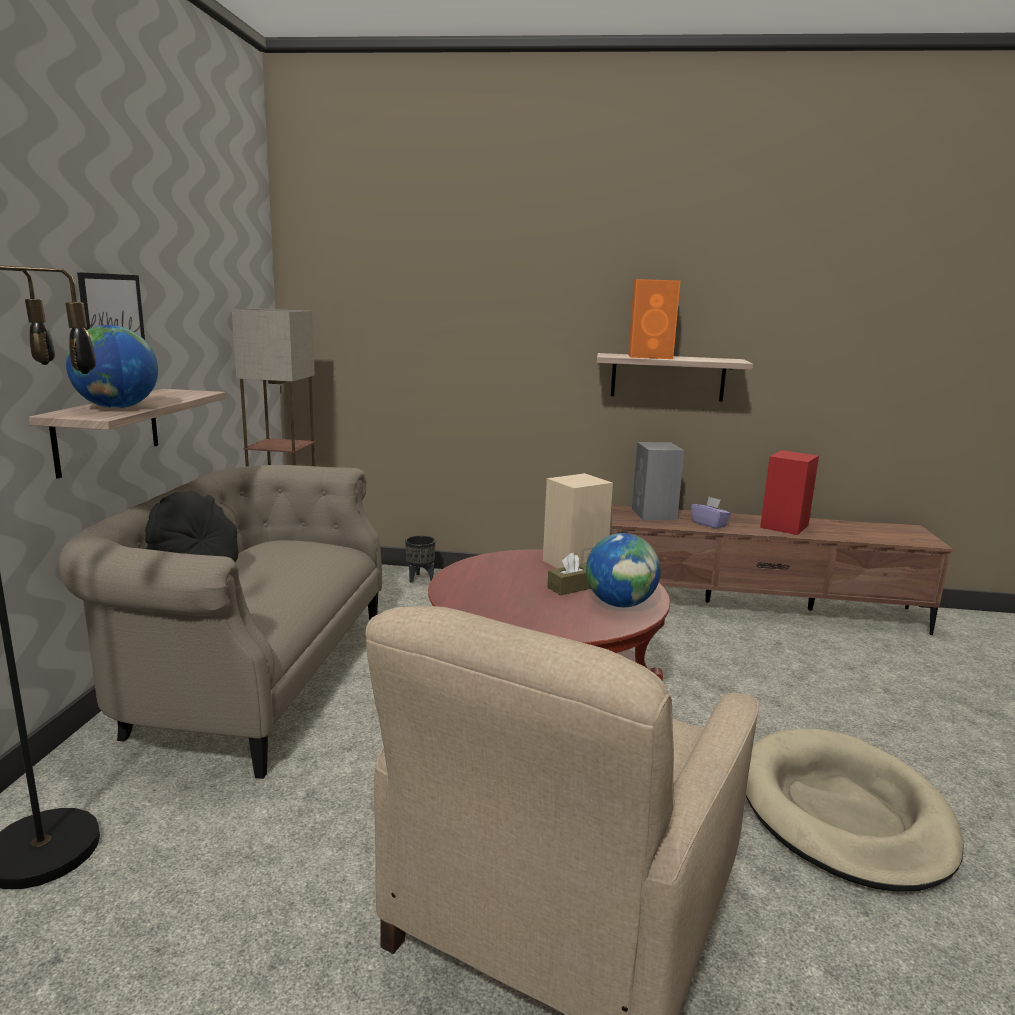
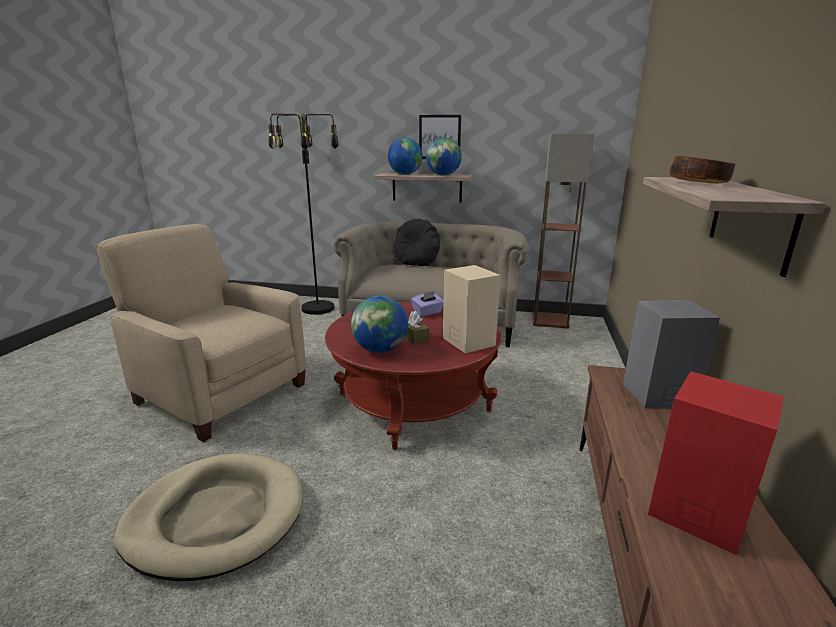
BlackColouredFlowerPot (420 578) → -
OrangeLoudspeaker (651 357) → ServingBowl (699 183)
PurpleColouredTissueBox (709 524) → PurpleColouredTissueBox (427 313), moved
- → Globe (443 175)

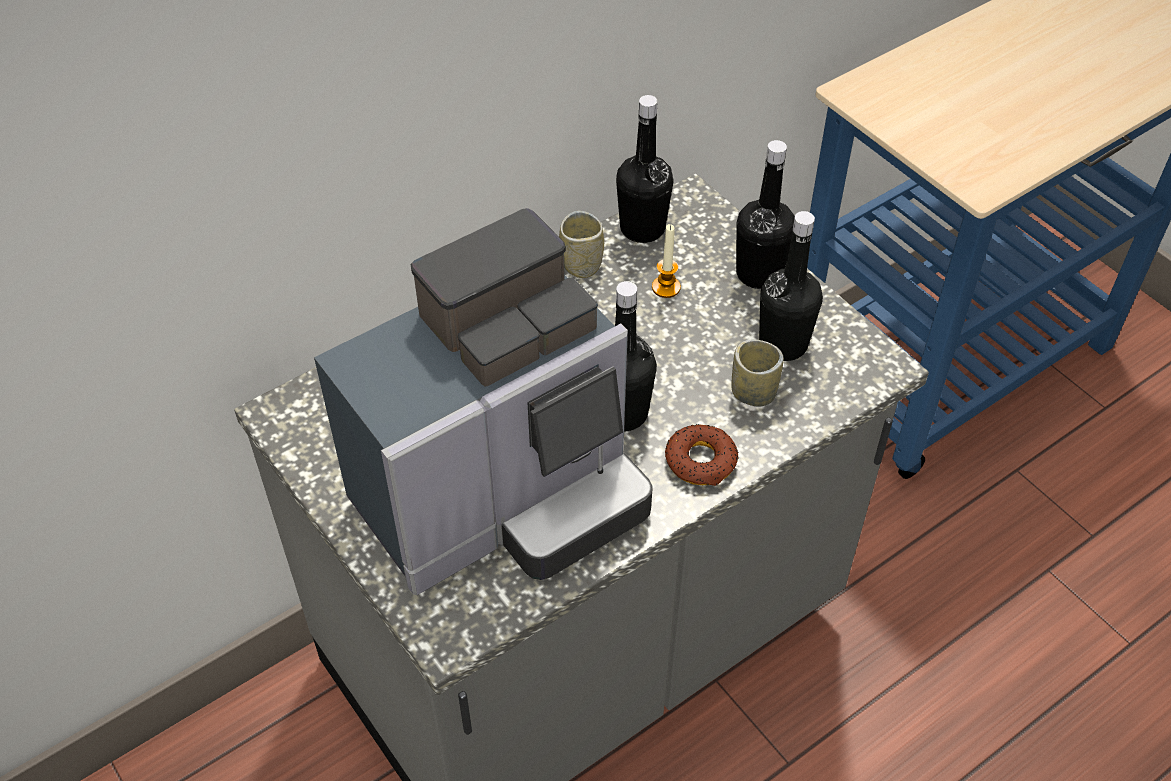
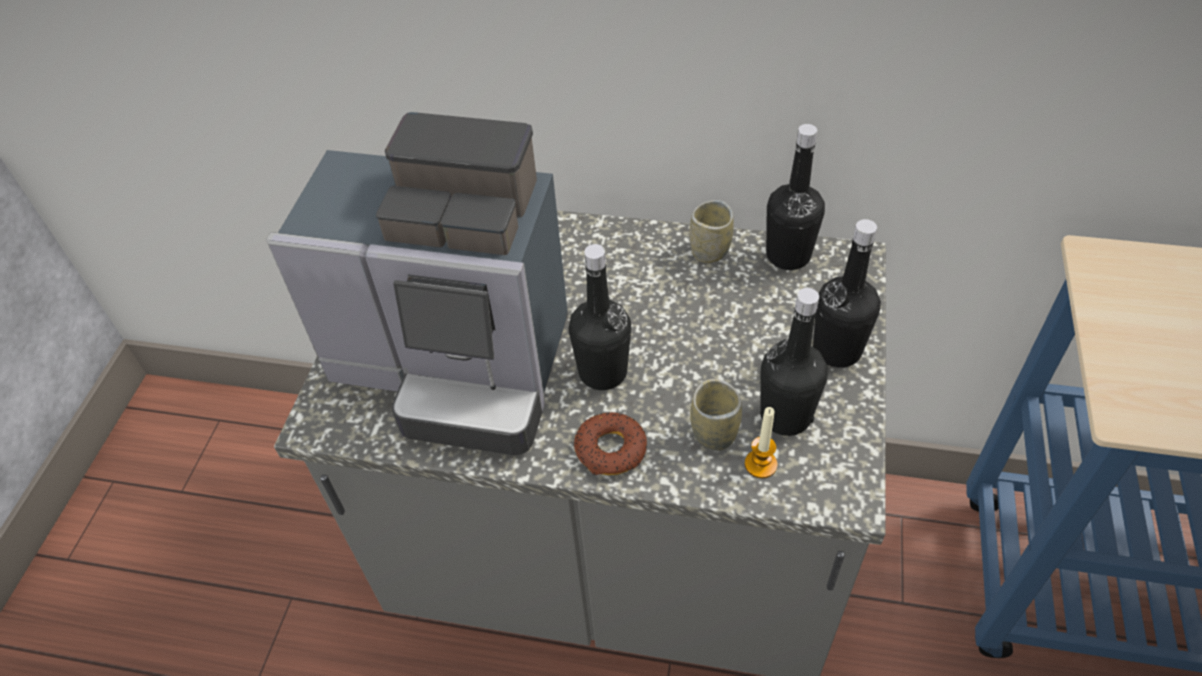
WaxLight (666 287) → WaxLight (760 464), moved

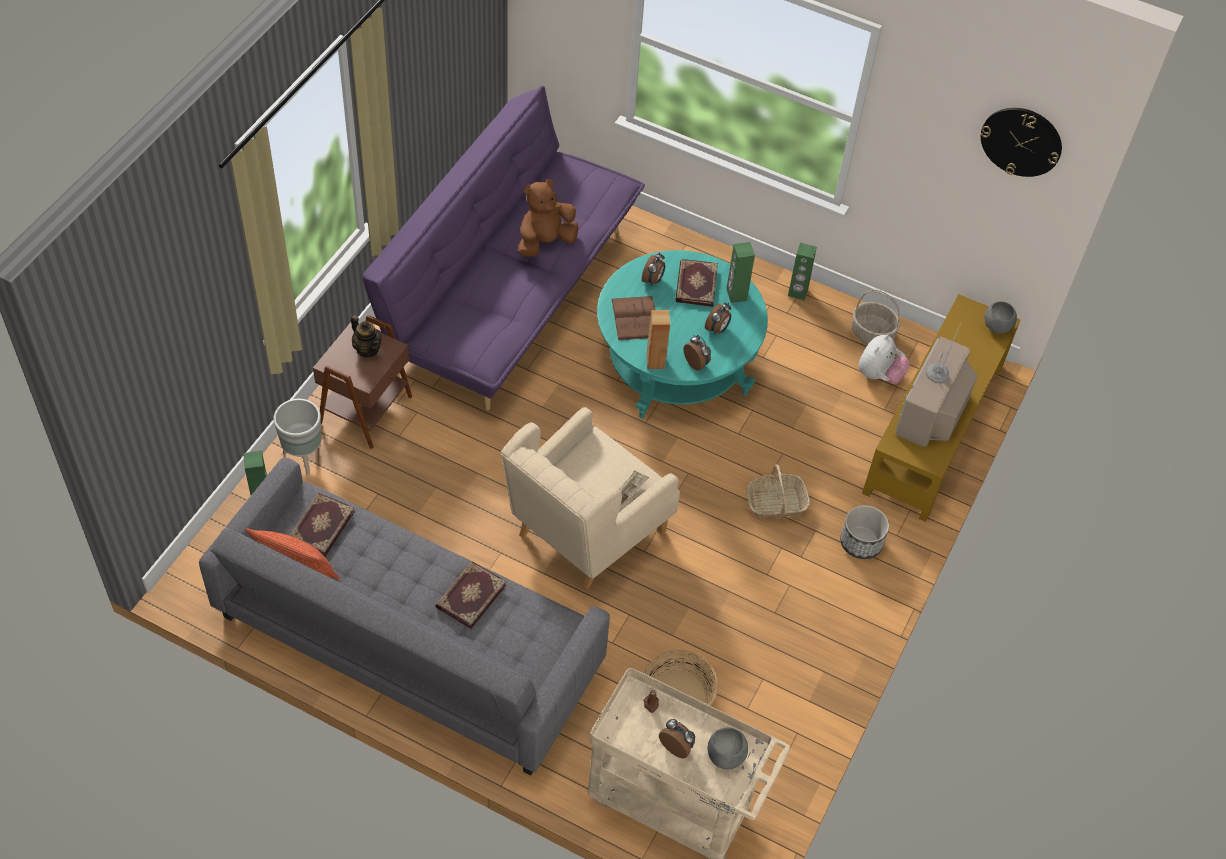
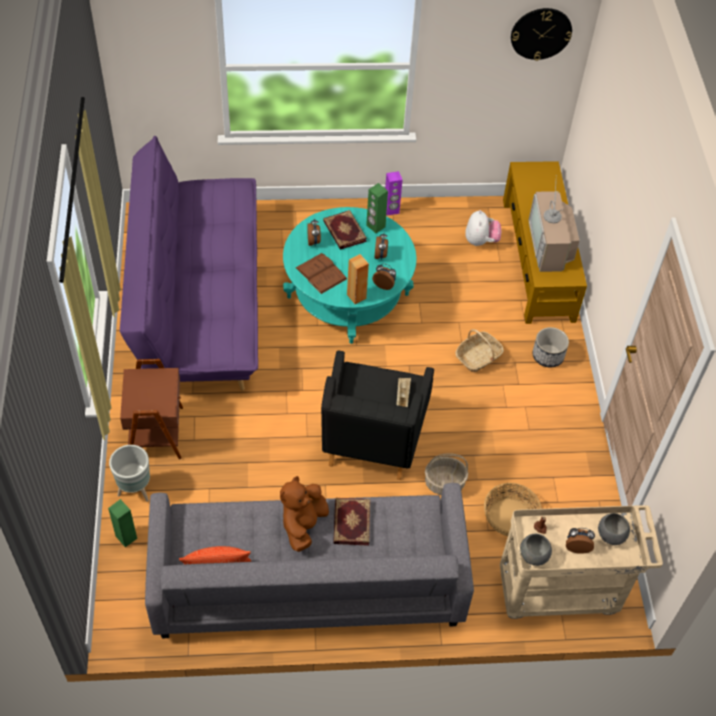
Volume (320 525) → -
TeaPot (367 349) → -
SandColouredLoungeChair (585 534) → BlackColouredLoungeChair (372 441)
BrownishSoftToy (545 242) → BrownishSoftToy (303 525), moved
GreenishLoudspeaker (797 292) → PurpleColouredLoudspeaker (391 210)
Basket (873 333) → Basket (444 483), moved
GreyServingBowl (996 326) → GreyServingBowl (533 556), moved

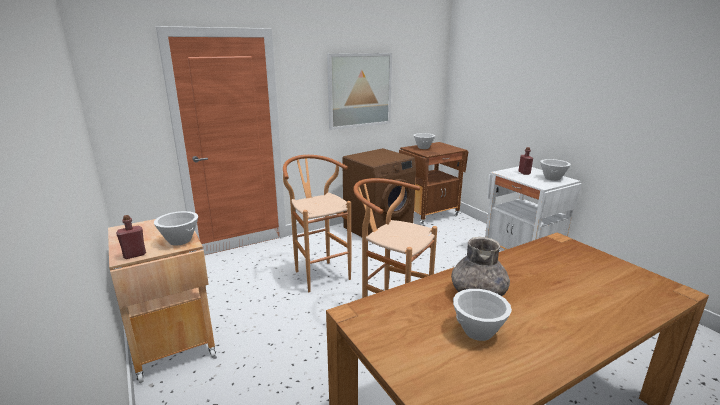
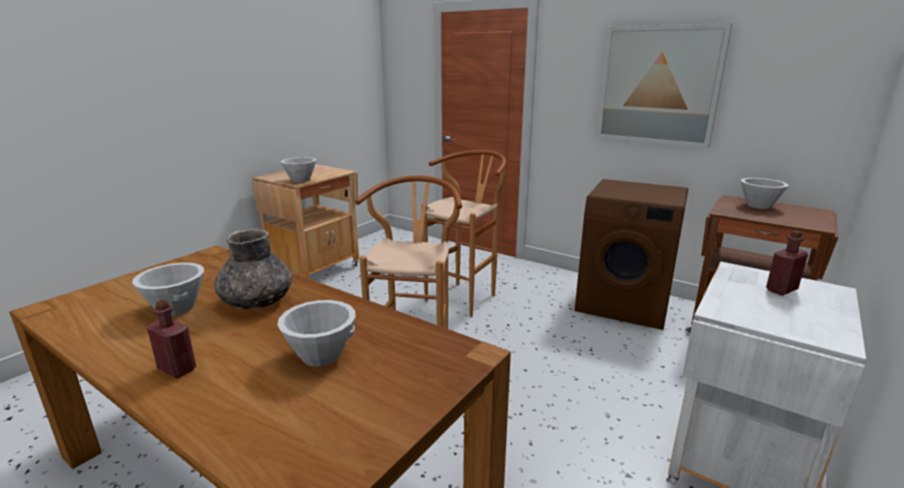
ReddishBottle (134 255) → ReddishBottle (177 369), moved
WhiteServingBowl (552 178) → WhiteServingBowl (321 355), moved

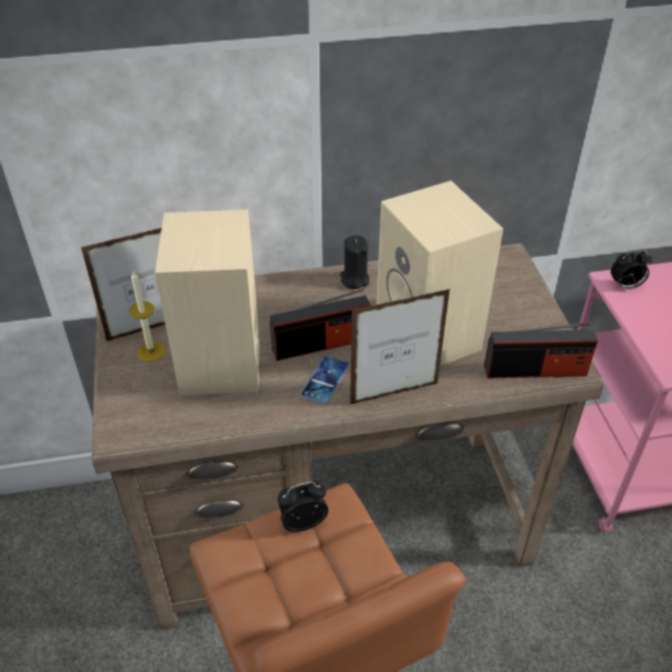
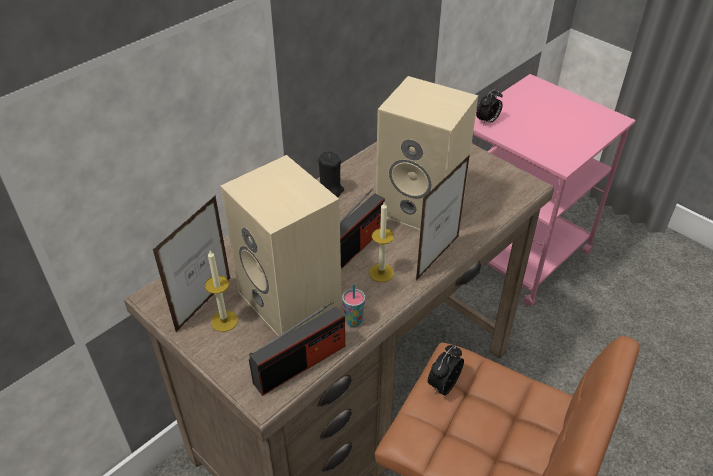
Phone (325 380) → WaxLight (381 272)
Radio (535 370) → Radio (300 364), moved
- → SmallCup (353 321)

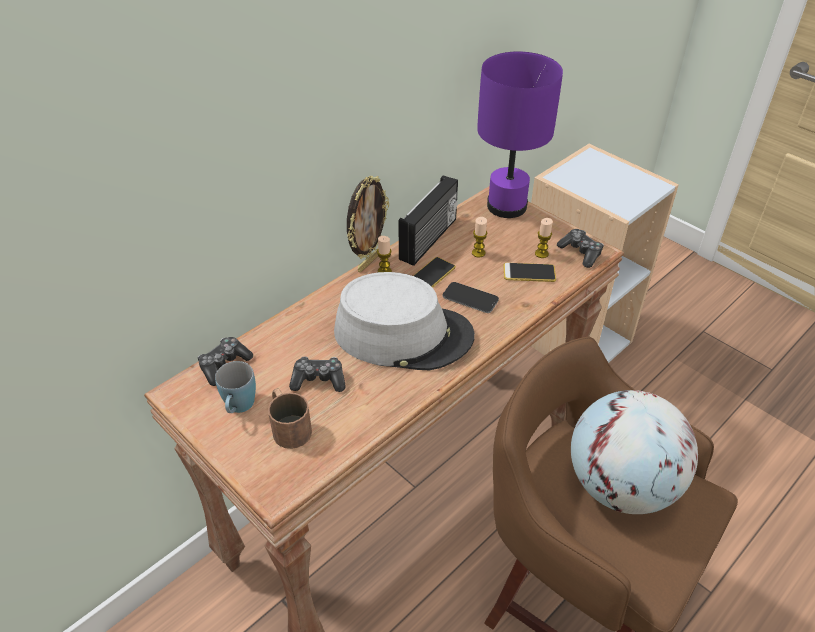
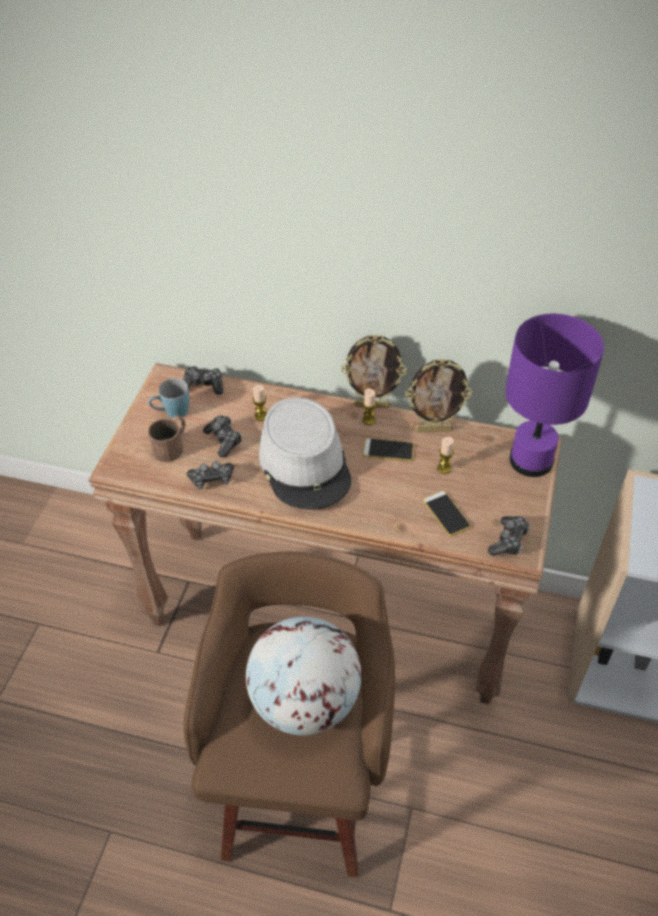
Radio (430 239) → StandingFrame (434 429)
Phone (470 298) → -
WaxLight (541 253) → WaxLight (261 416), moved
- → Gamepad (212 479)

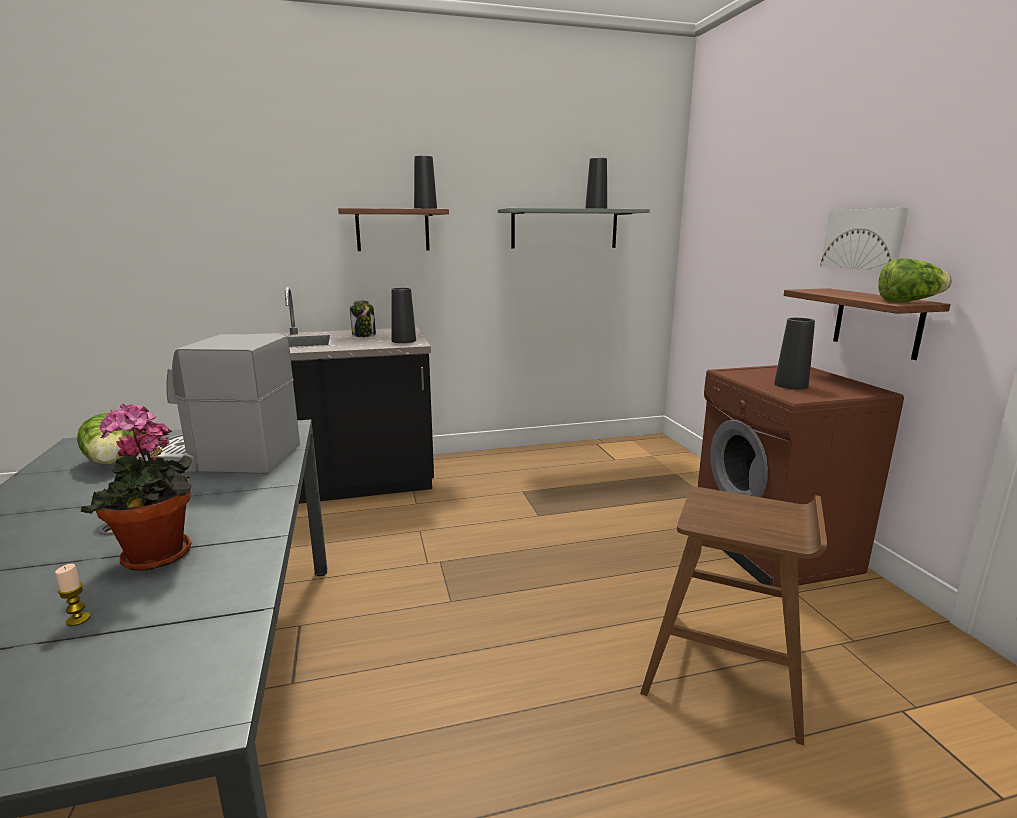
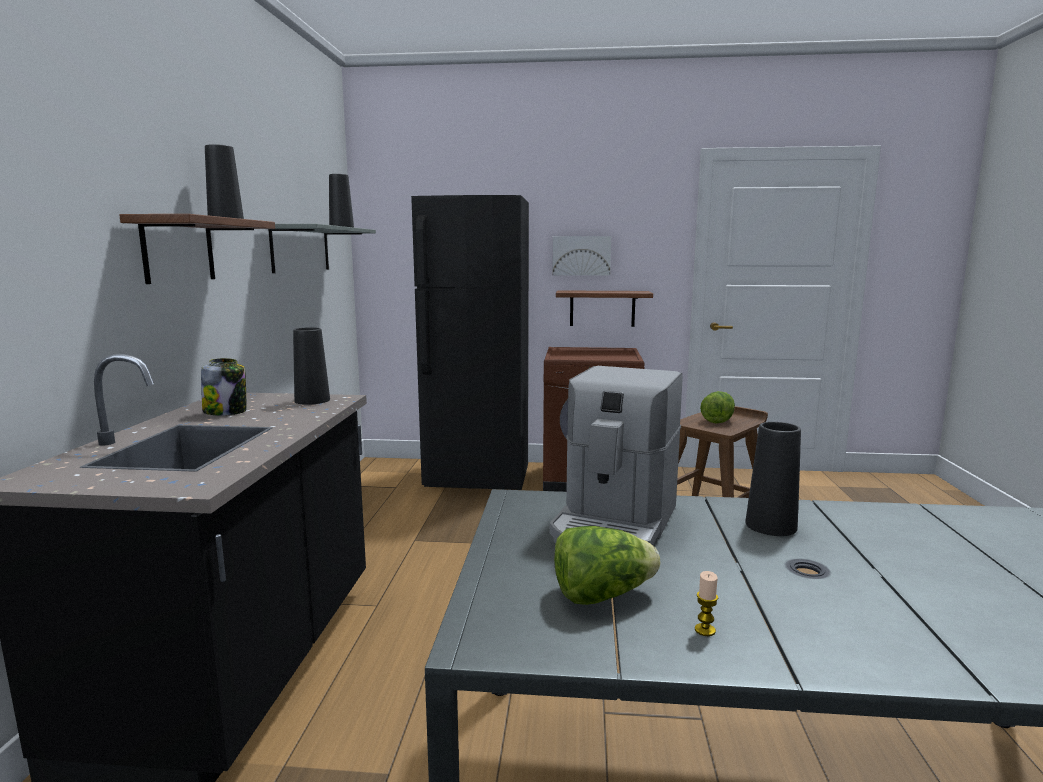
WaxLight (78 619) → WaxLight (705 630), moved
PlantInAPot (158 558) → -
BlackColouredFlowerVase (791 385) → BlackColouredFlowerVase (771 525), moved
LettuceHead (907 302) → LettuceHead (718 420), moved
- → BlackColouredKitchenFridge (477 476)

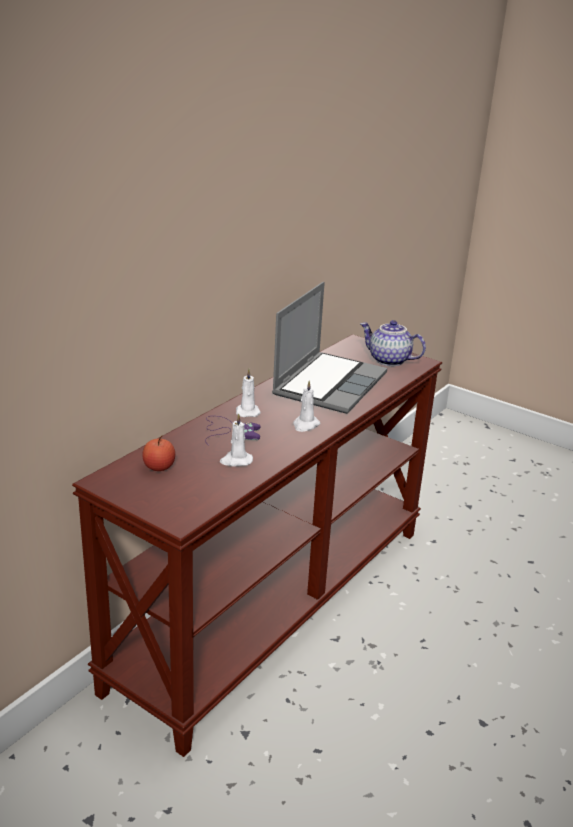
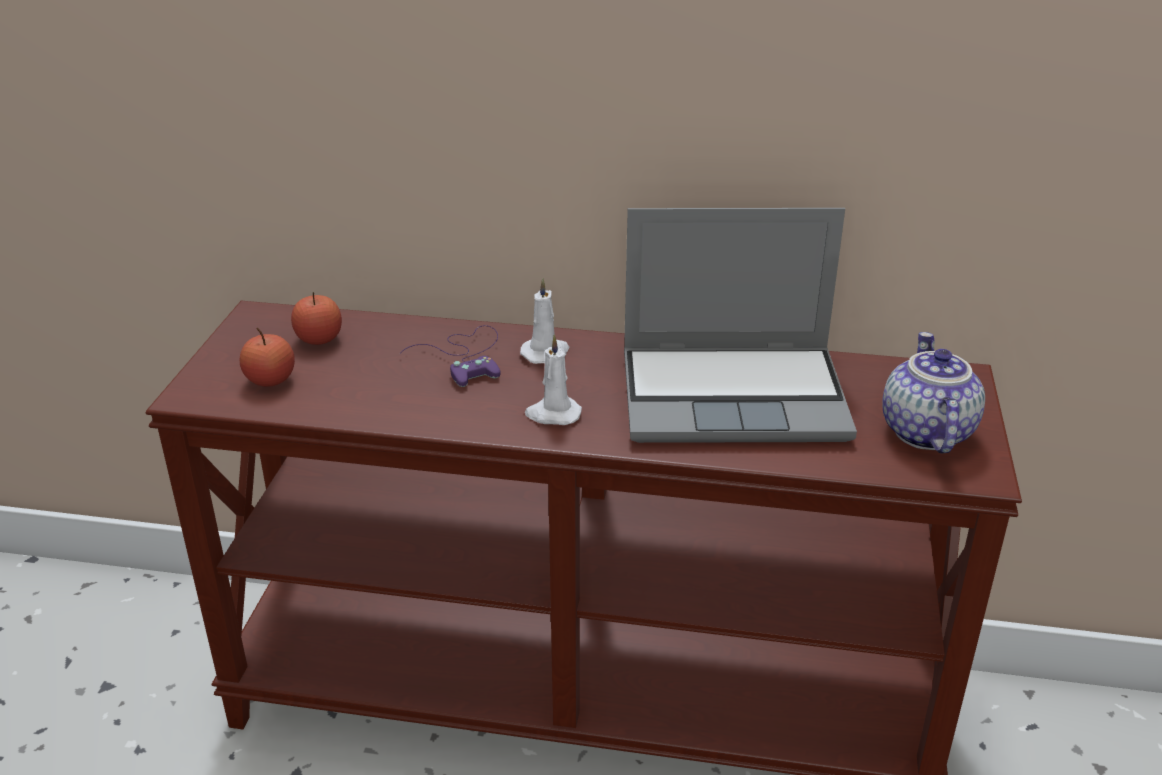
WhiteWaxLight (236 461) → -
- → AppleFruit (270 380)

